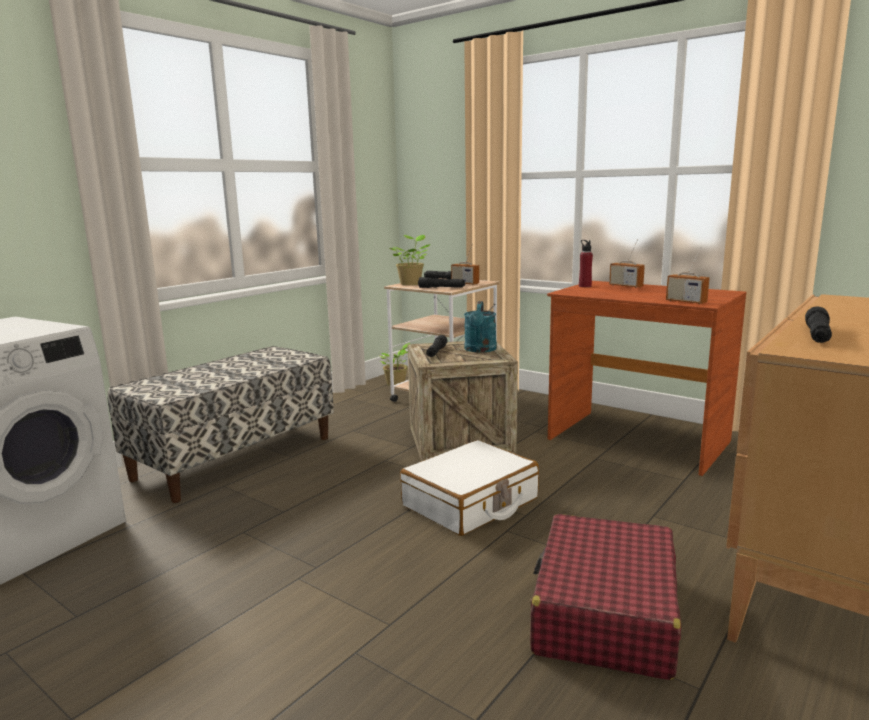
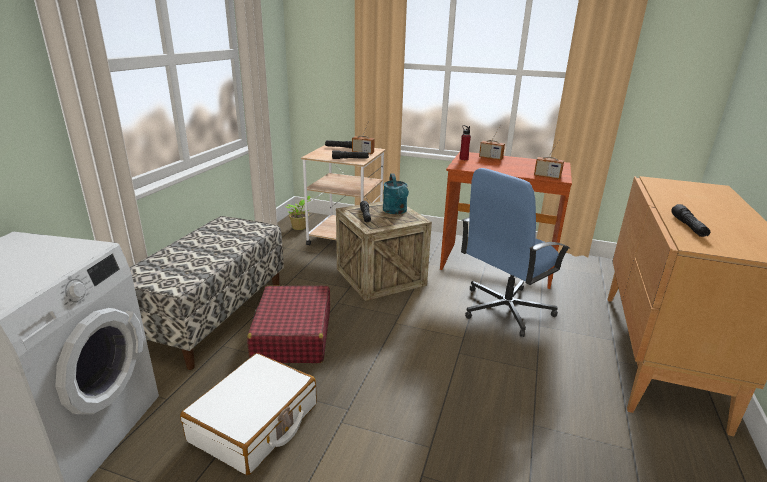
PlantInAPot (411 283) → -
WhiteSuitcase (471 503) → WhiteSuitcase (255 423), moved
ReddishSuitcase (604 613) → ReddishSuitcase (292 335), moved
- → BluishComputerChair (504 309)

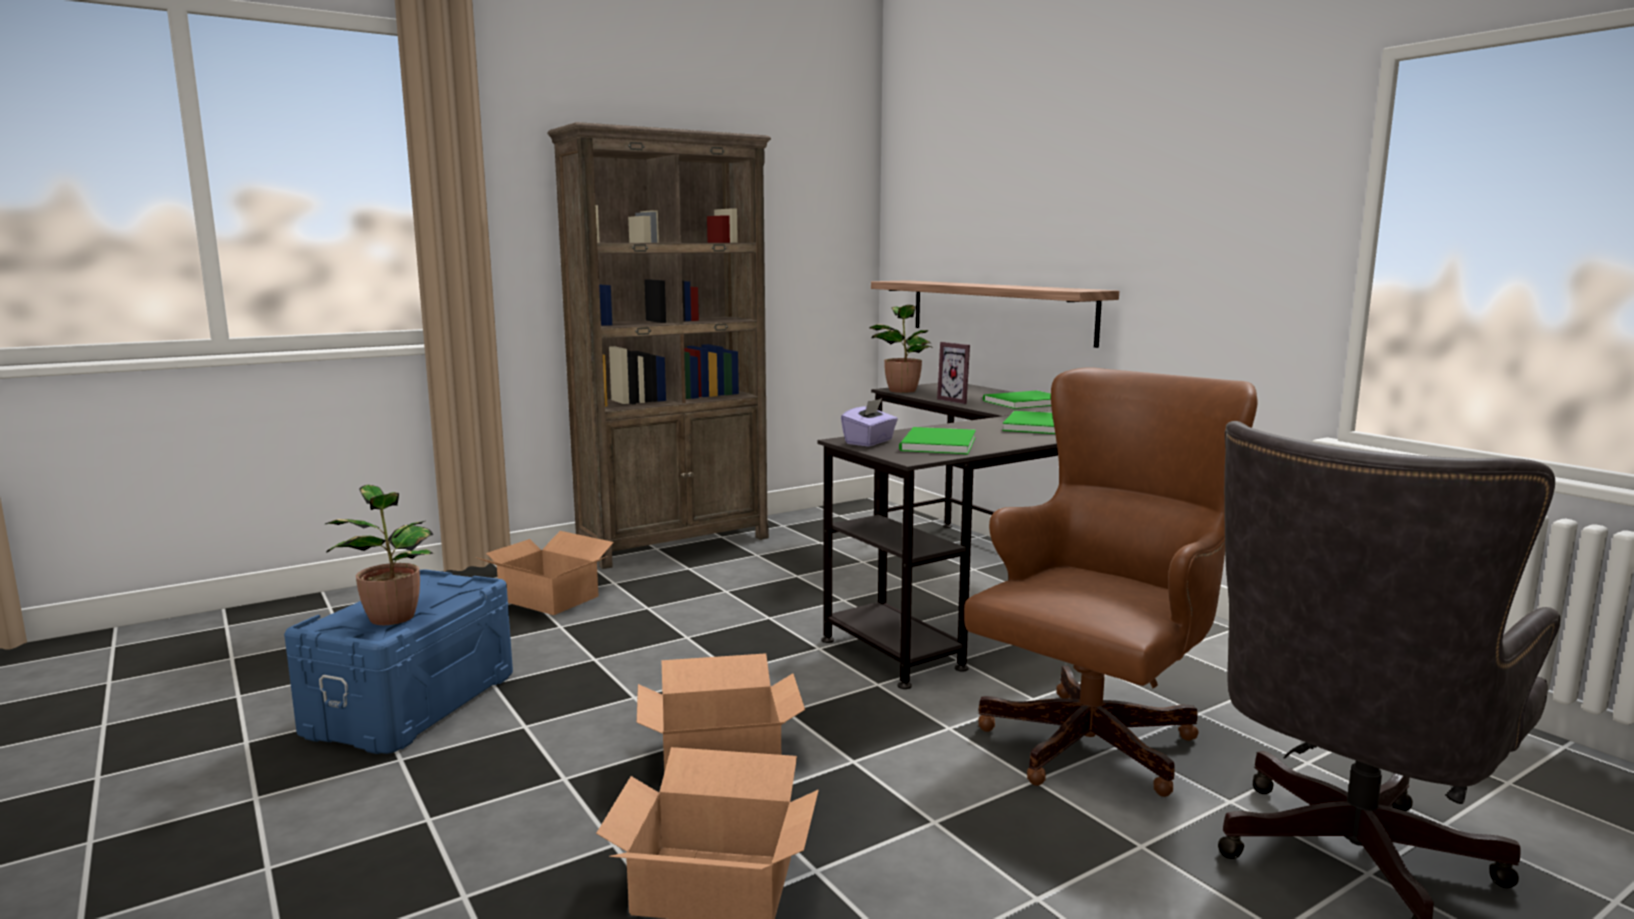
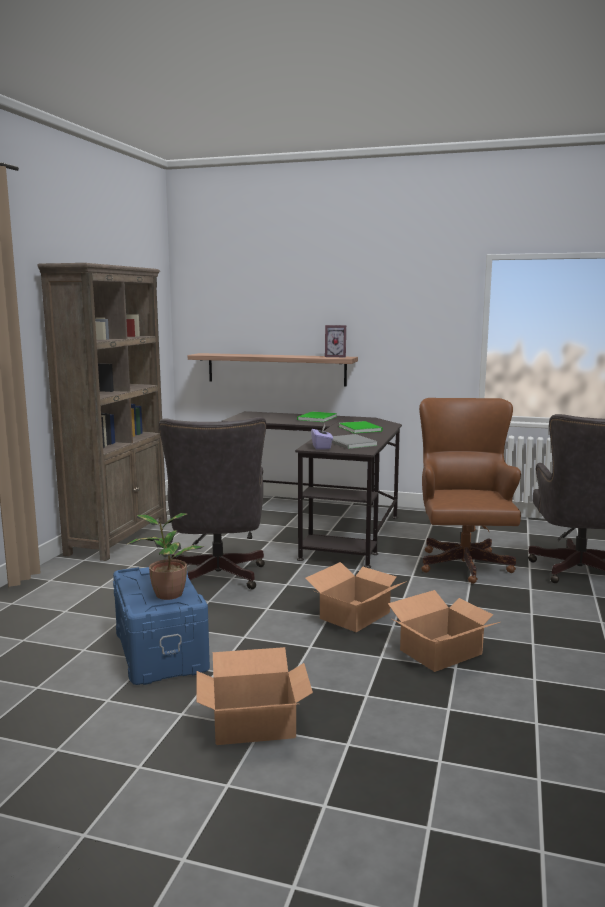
CardboardBox (549 599) → CardboardBox (254 724), moved
PlantInAPot (901 390) → -
GreenishVolume (935 444) → GreyVolume (351 443)
StandingFrame (958 400) → StandingFrame (336 356), moved
- → GreyComputerChair (218 578)

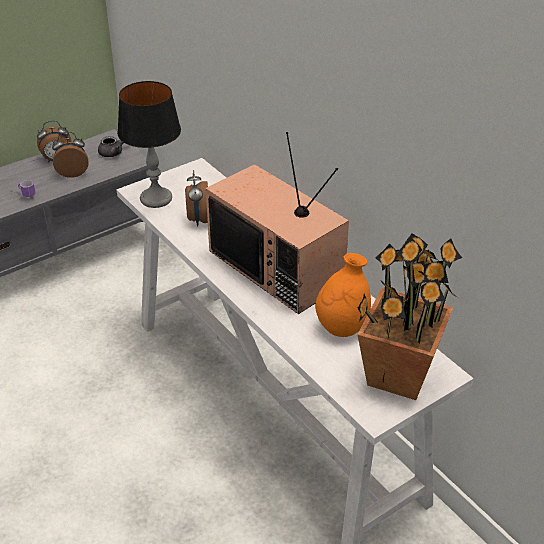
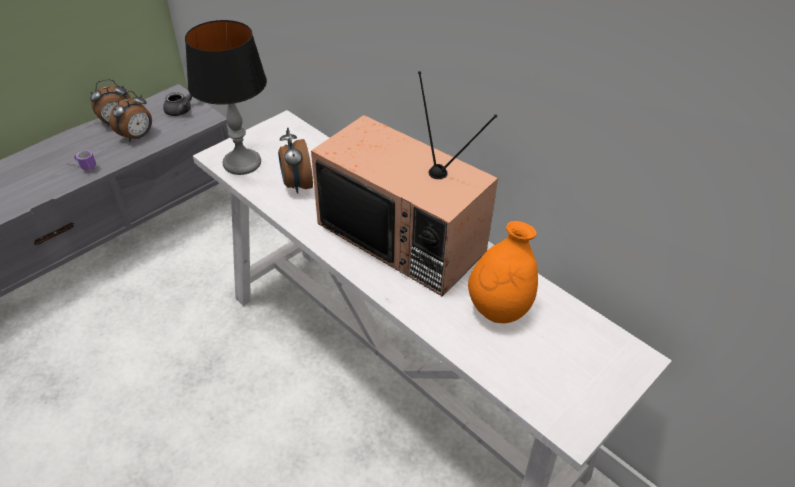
TableClock (73 172) → TableClock (137 136), 150 degrees clockwise
PlantInAPot (398 374) → -

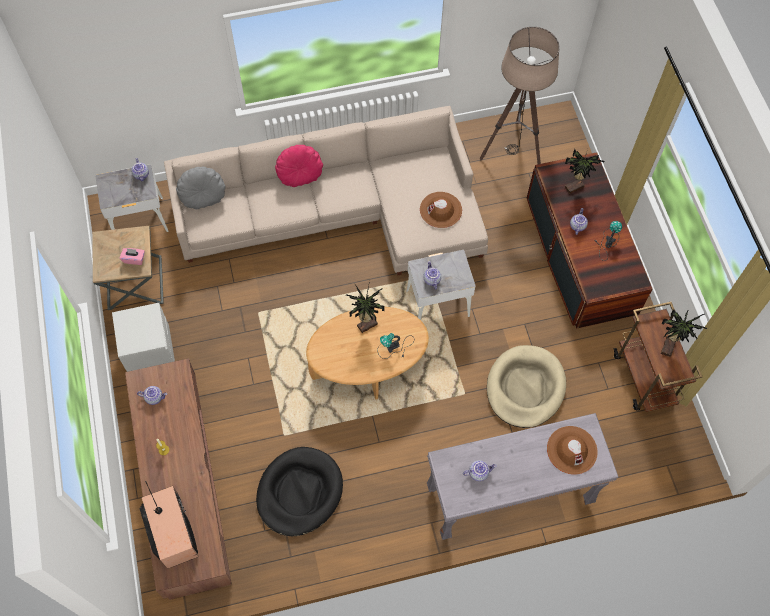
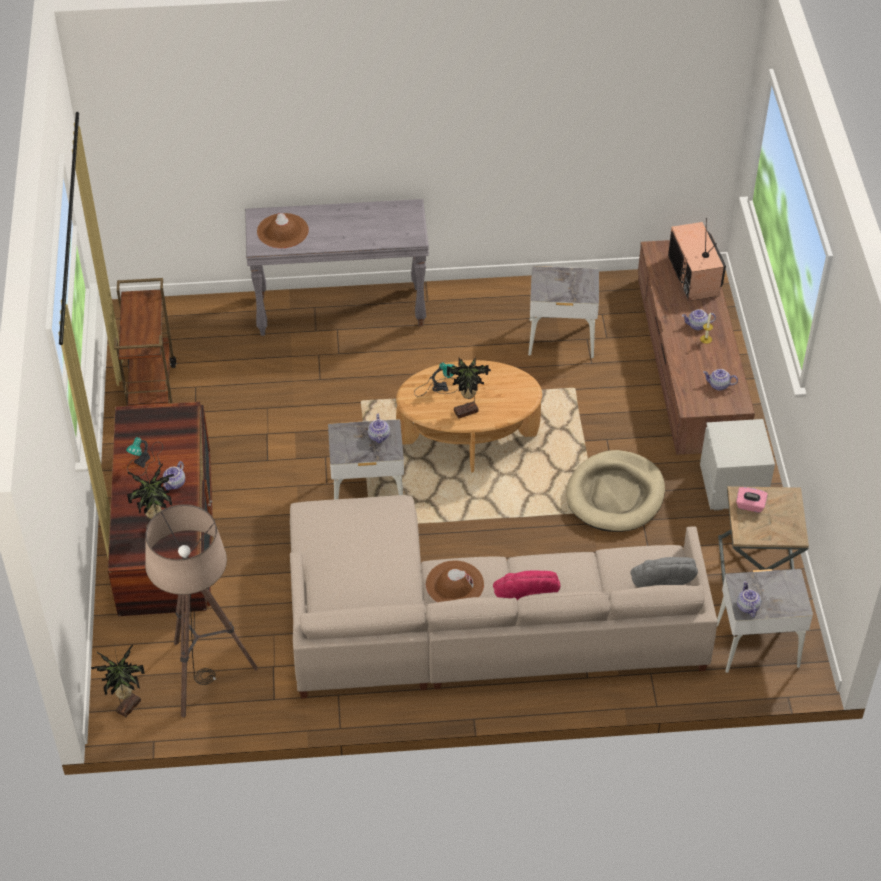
BlackColouredDogCushion (299 492) → EndTable (562 339)
BrownishHat (440 210) → BrownishHat (454 584), moved
TeaPot (478 472) → TeaPot (697 326), moved
SandColouredDogCushion (525 388) → SandColouredDogCushion (615 495), moved
PlantInAPot (669 347) → PlantInAPot (127 706), moved

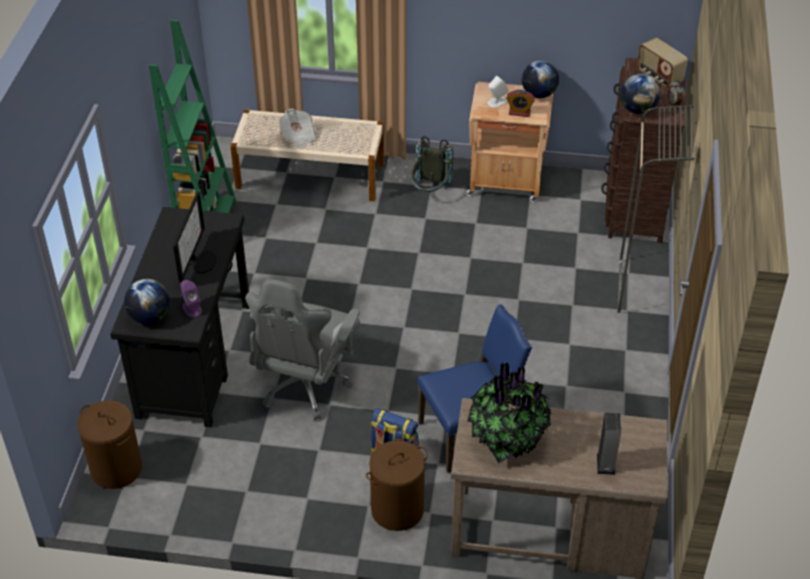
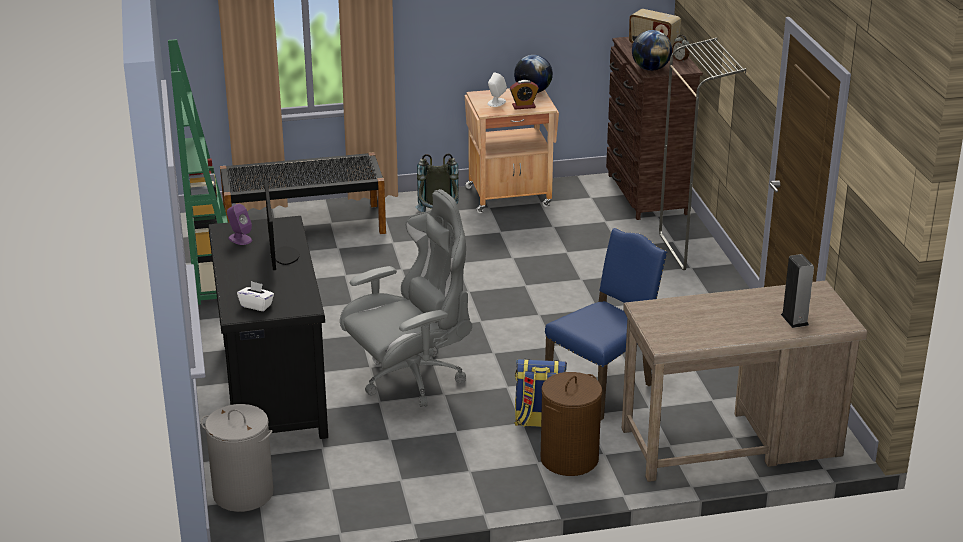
BrownishLaundryBasket (116 468) → GreyLaundryBasket (242 493)
Globe (150 317) → WhiteTissueBox (256 305)
PurpleColouredLoudspeaker (192 308) → PurpleColouredLoudspeaker (240 239), moved
SandColouredBench (310 175) → BlackColouredBench (304 225)
GreyComputerChair (306 381) → GreyComputerChair (407 381), 120 degrees counterclockwise
PrintedPaper (298 137) → -
PlantInAPot (507 437) → -

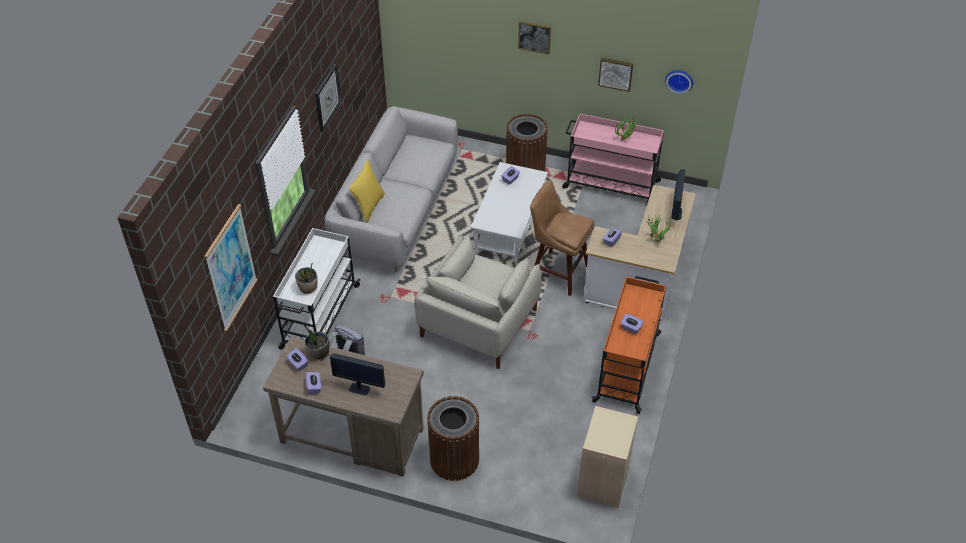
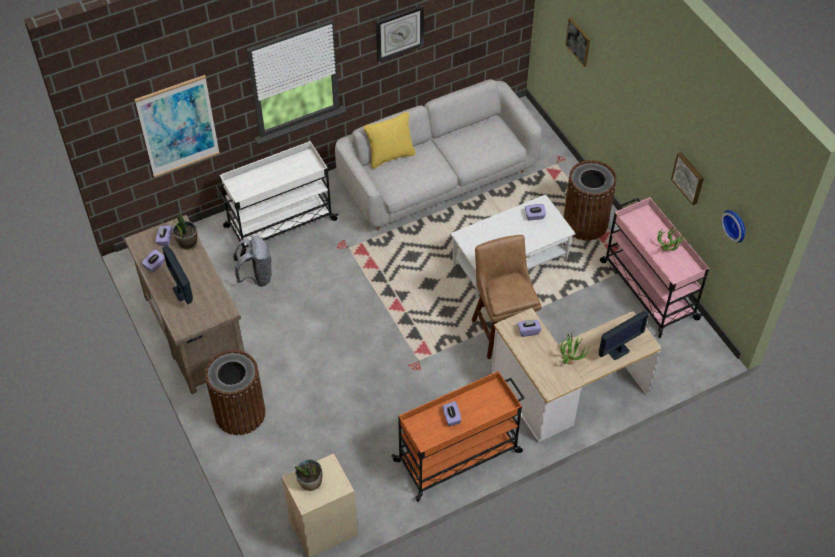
PlantInAPot (308 288) → PlantInAPot (310 482), moved
SandColouredLoungeChair (478 322) → -
WallArt (534 37) → WallArt (578 41), moved

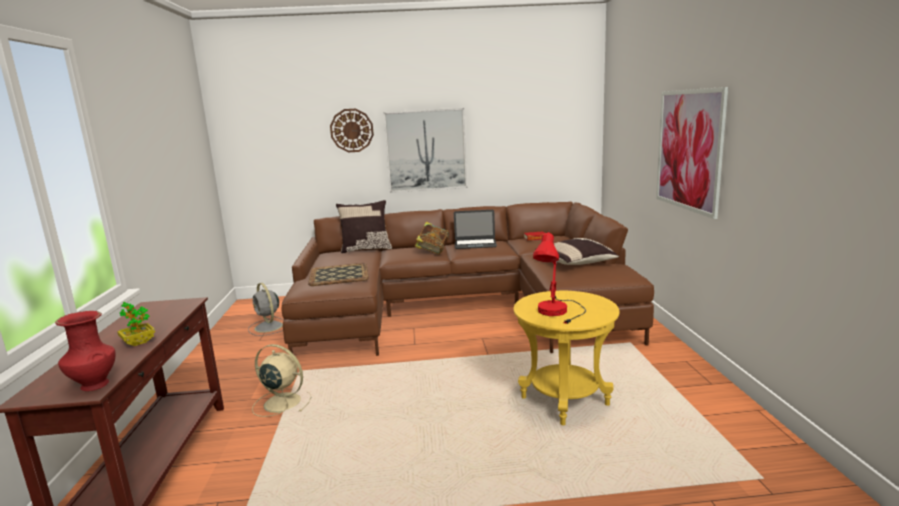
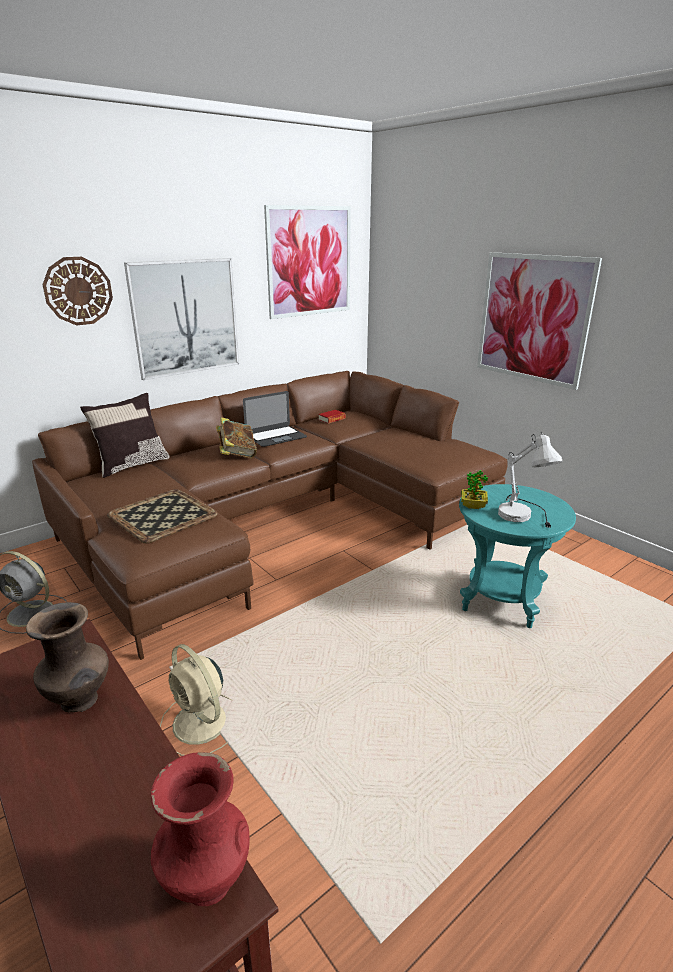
PlantInAPot (138 342) → PlantInAPot (473 506), moved
SandColouredElectricFan (281 402) → SandColouredElectricFan (202 723), 120 degrees counterclockwise
YellowEndTable (564 401) → TurquoiseEndTable (502 601)
ReddishTableLamp (559 314) → WhiteTableLamp (525 517)
ThrowPillow (575 262) → -
- → BrownishFlowerVase (81 701)
- → WallArt (309 261)

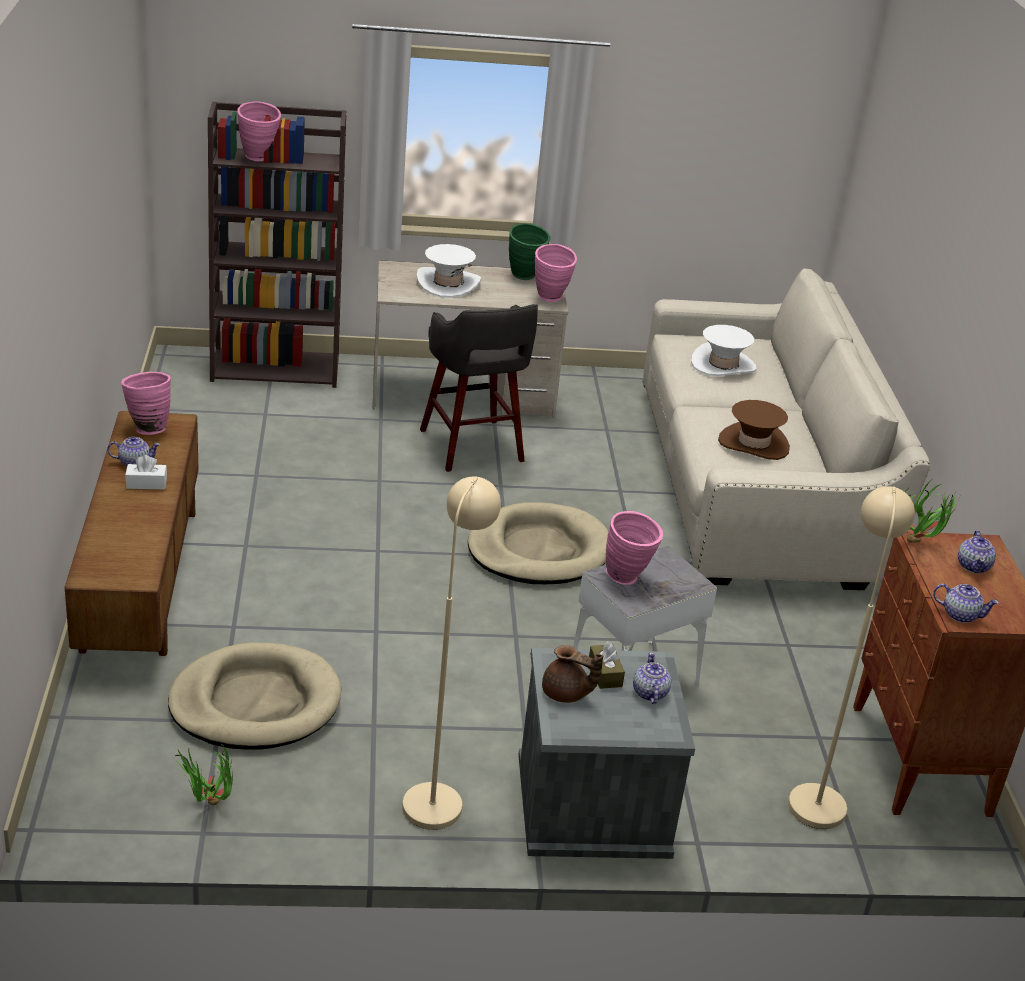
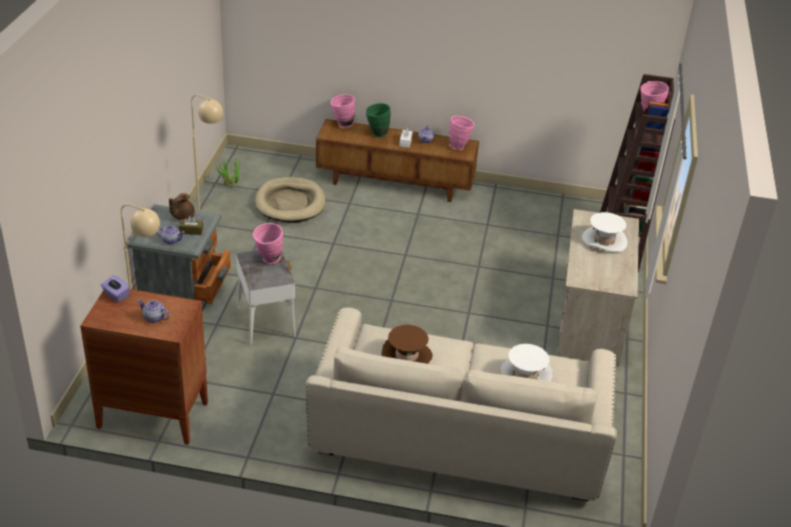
GreyStoolSeat (472 447) → -
SandColouredDogCushion (539 550) → -
GreenishFlowerVase (525 277) → GreenishFlowerVase (376 134), moved
PinkishFlowerVase (551 299) → PinkishFlowerVase (341 125), moved
PlantInAPot (919 545) → -
TeaPot (960 614) → PurpleColouredTissueBox (116 295)

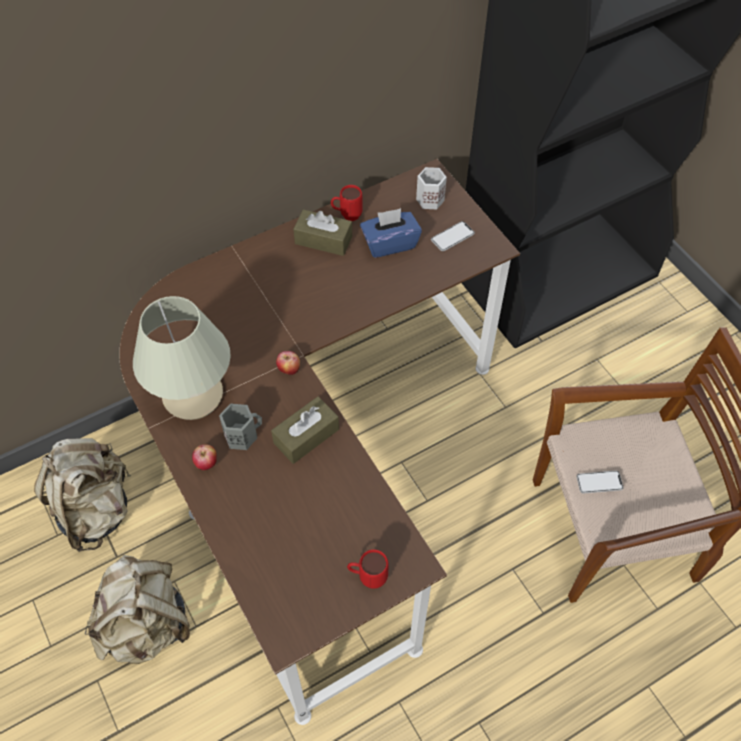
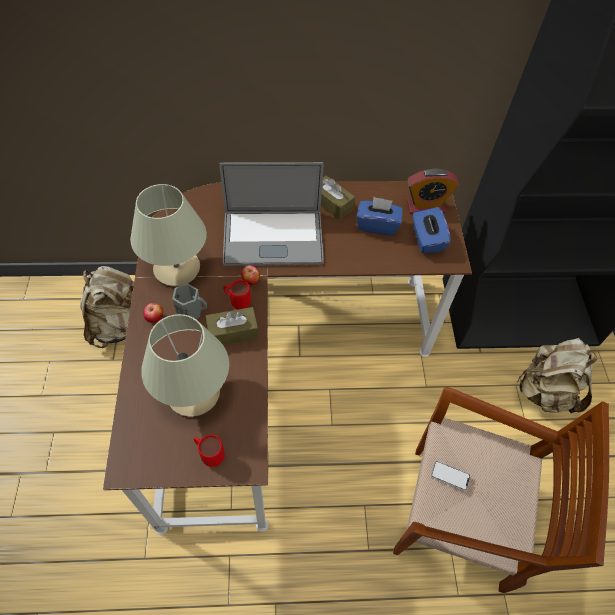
SandColouredKnapsack (147 624) → SandColouredKnapsack (545 391), moved
ReddishMug (346 216) → ReddishMug (237 303), moved
WhiteMug (429 199) → TableClock (426 206)
Phone (452 237) → BluishTissueBox (426 240)
- → SandColouredTableLamp (194 393)
- → NotebookComputer (273 238)

